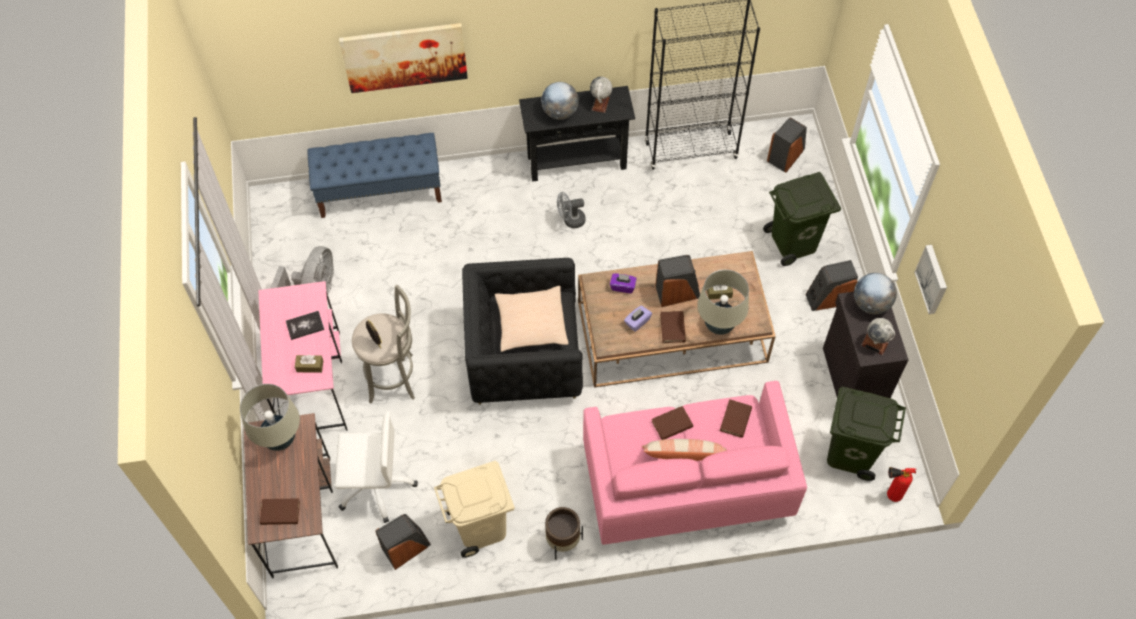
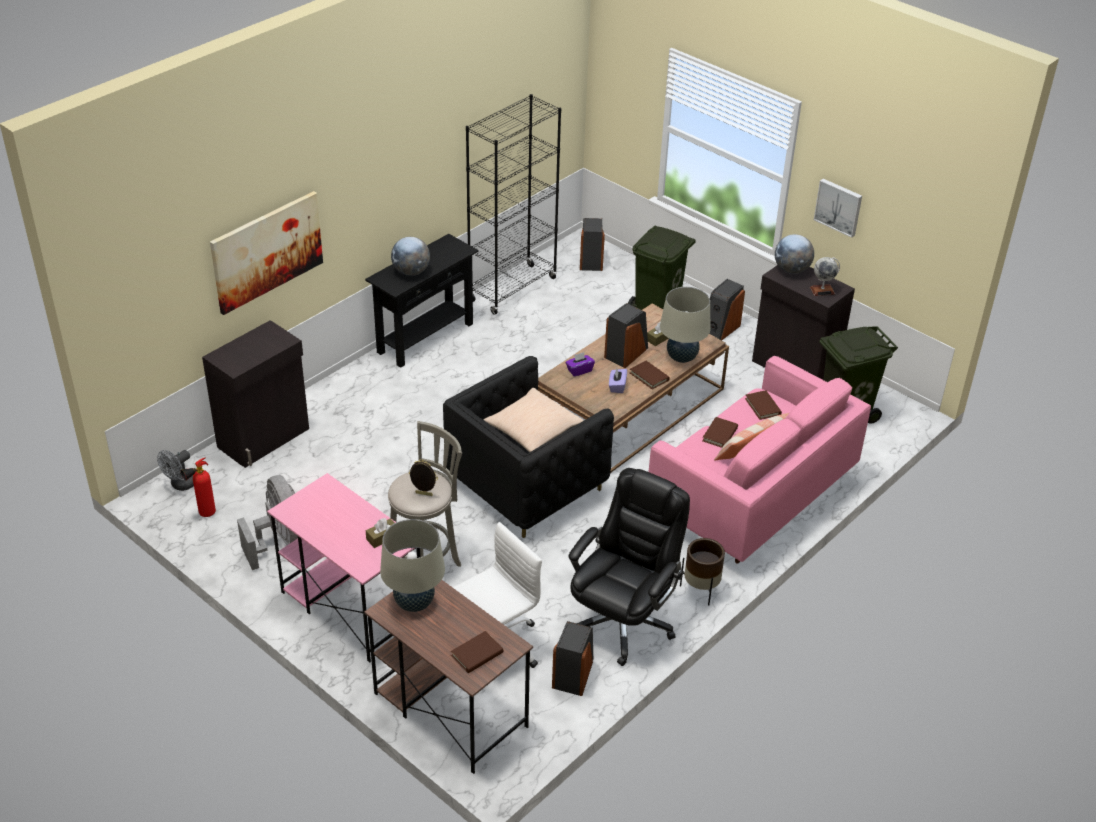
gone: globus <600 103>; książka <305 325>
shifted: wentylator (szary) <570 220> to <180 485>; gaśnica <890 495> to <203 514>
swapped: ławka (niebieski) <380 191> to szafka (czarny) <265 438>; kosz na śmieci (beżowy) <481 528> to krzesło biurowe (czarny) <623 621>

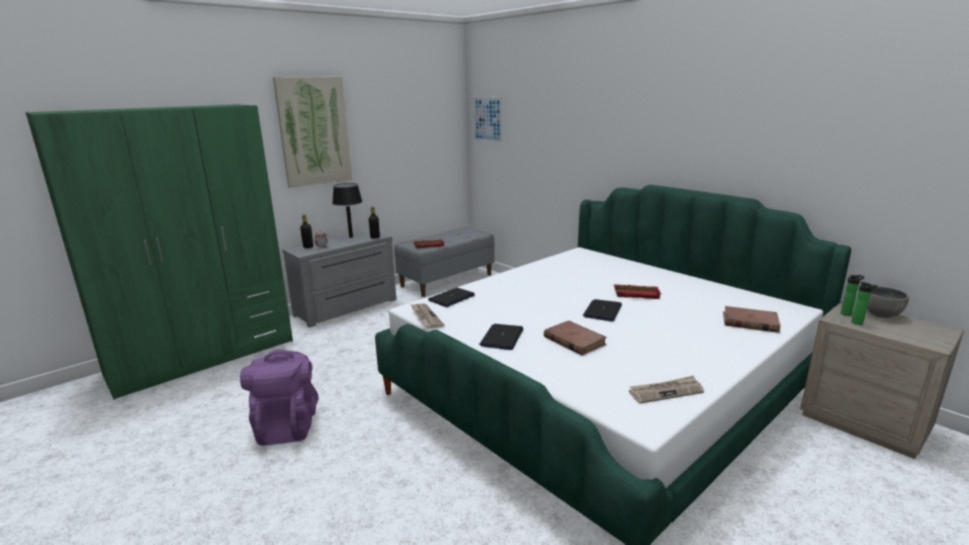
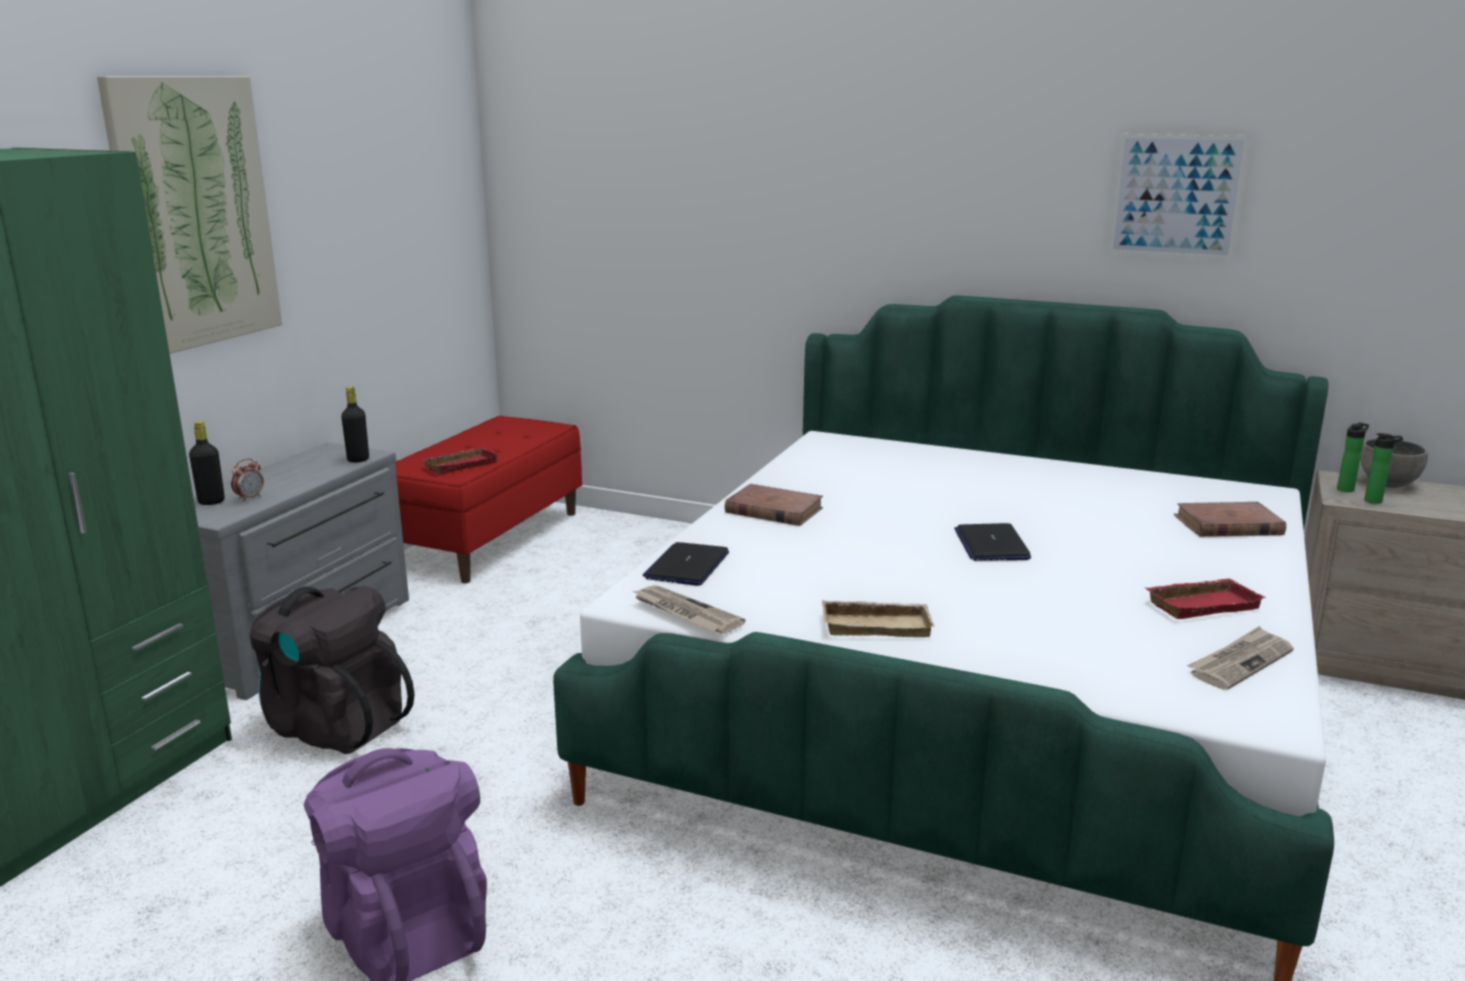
gone: lampa stołowa (czarny) <351 237>
new: plecak (czarny) <334 725>
shifted: obraz <487 119> to <1176 196>; taca (czerwony) <637 294> to <1202 604>; książka (brązowy) <574 340> to <773 510>
swapped: laptop <502 337> to taca (beżowy) <877 625>
repainted: ławka (szary) <447 280> to ławka (czerwony) <488 539>

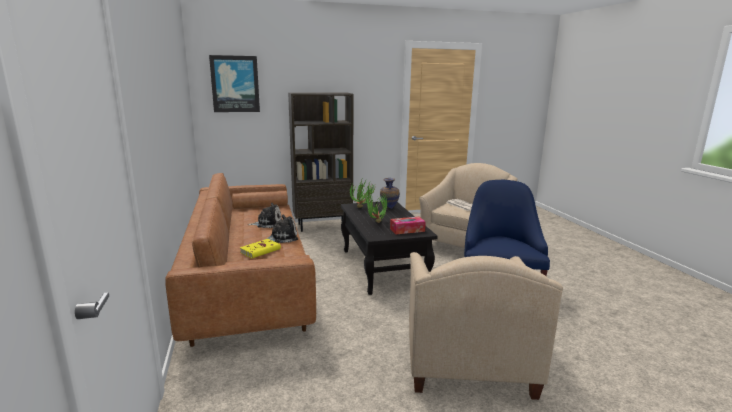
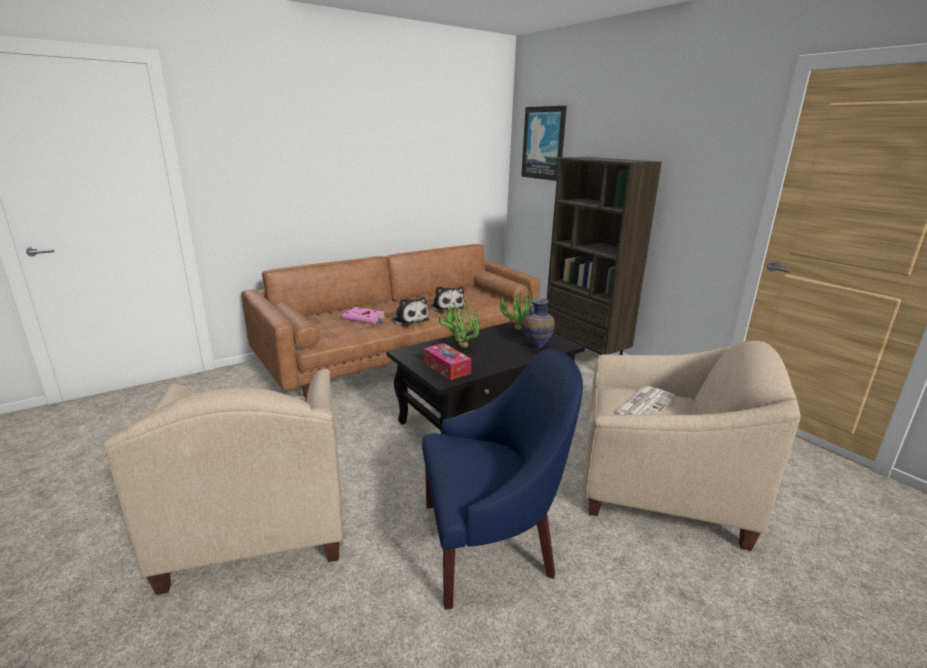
repainted: książka (żółty) <261 250> to książka (różowy) <365 318>
rotated: fotel (beżowy) <466 357> = <258 518> 90 degrees counterclockwise

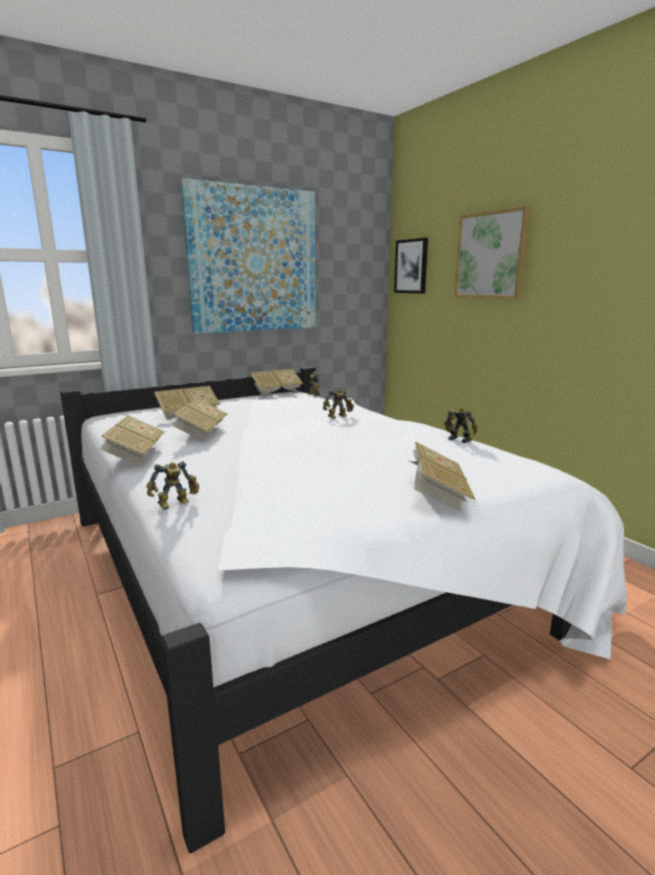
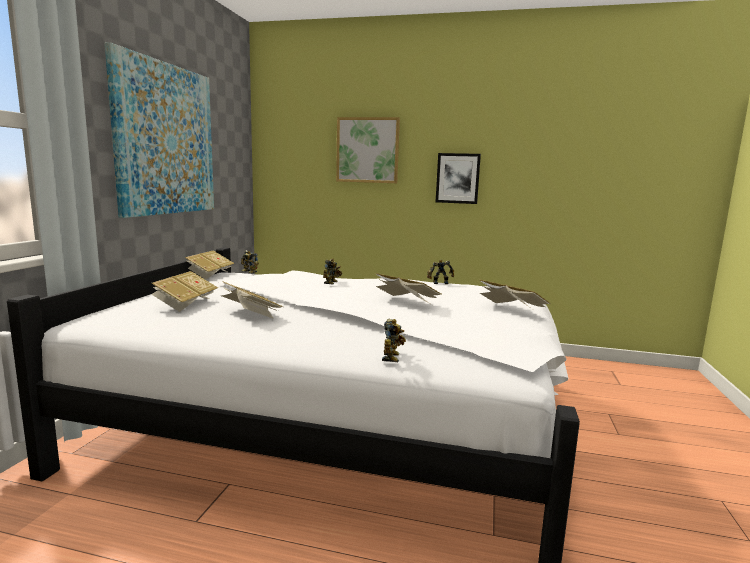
shifted: obraz <411 266> to <457 178>; książka <135 455> to <405 302>

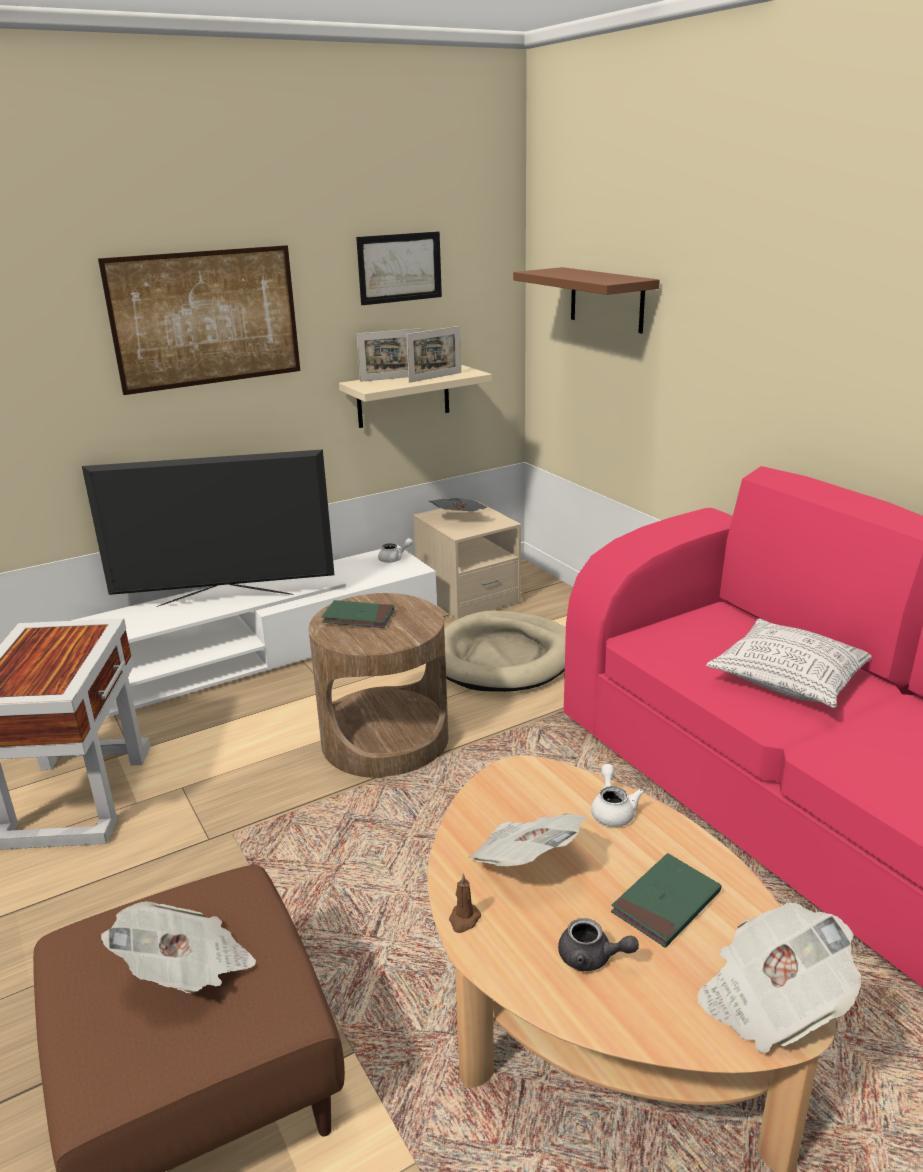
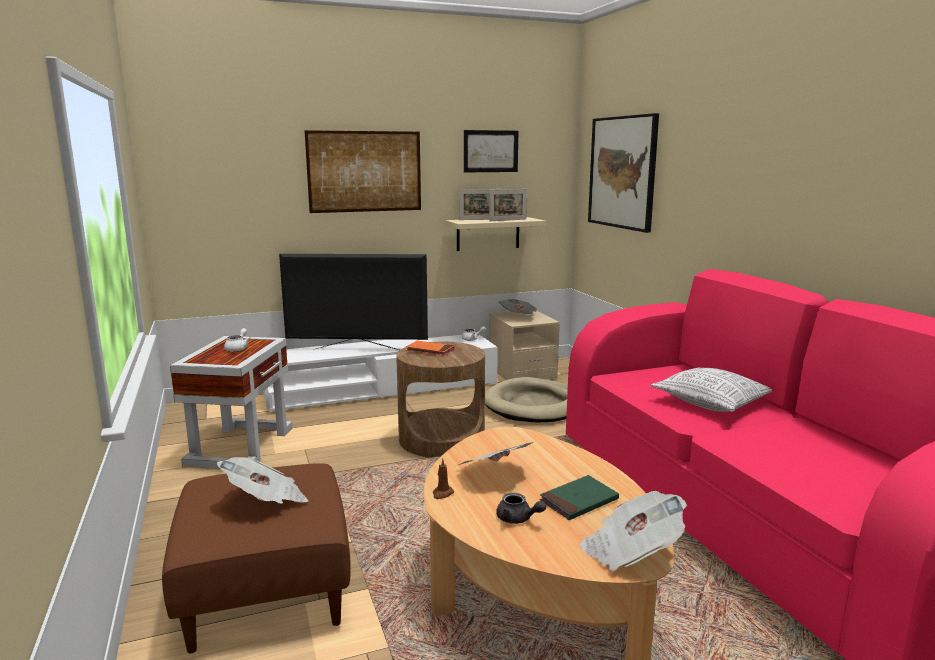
shifted: imbryk (biały) <612 810> to <238 348>
swapped: półka (brązowy) <606 299> to obraz <622 172>
repainted: książka (zielony) <358 617> to książka (pomarańczowy) <430 350>

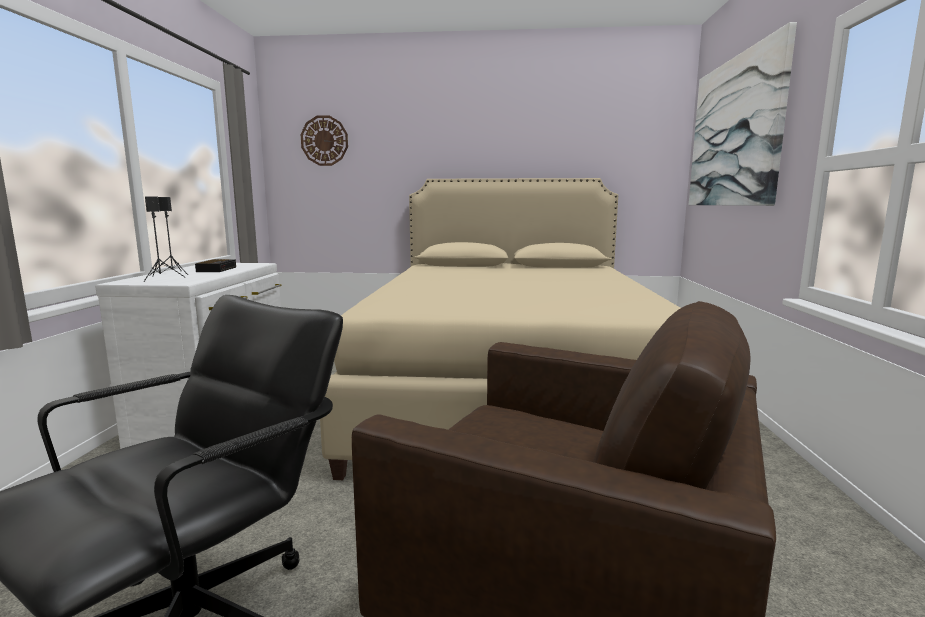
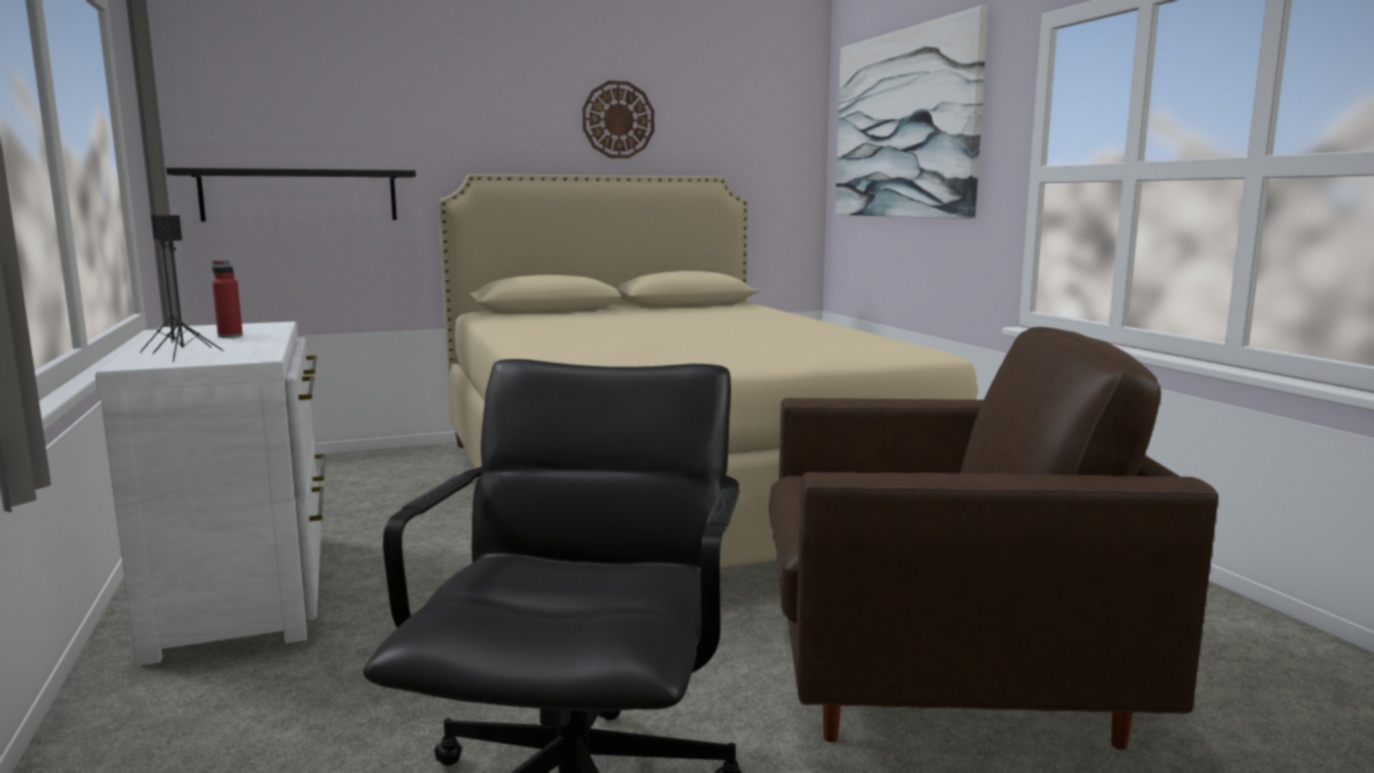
new: półka (czarny) <300 195>
shifted: zegar ścienny <324 140> to <618 120>
swapped: budzik <217 269> to butelka (czerwony) <230 336>

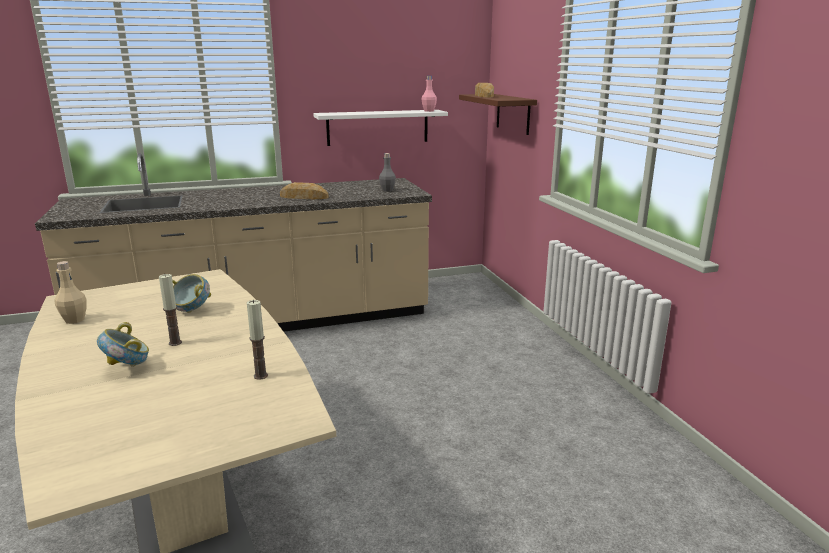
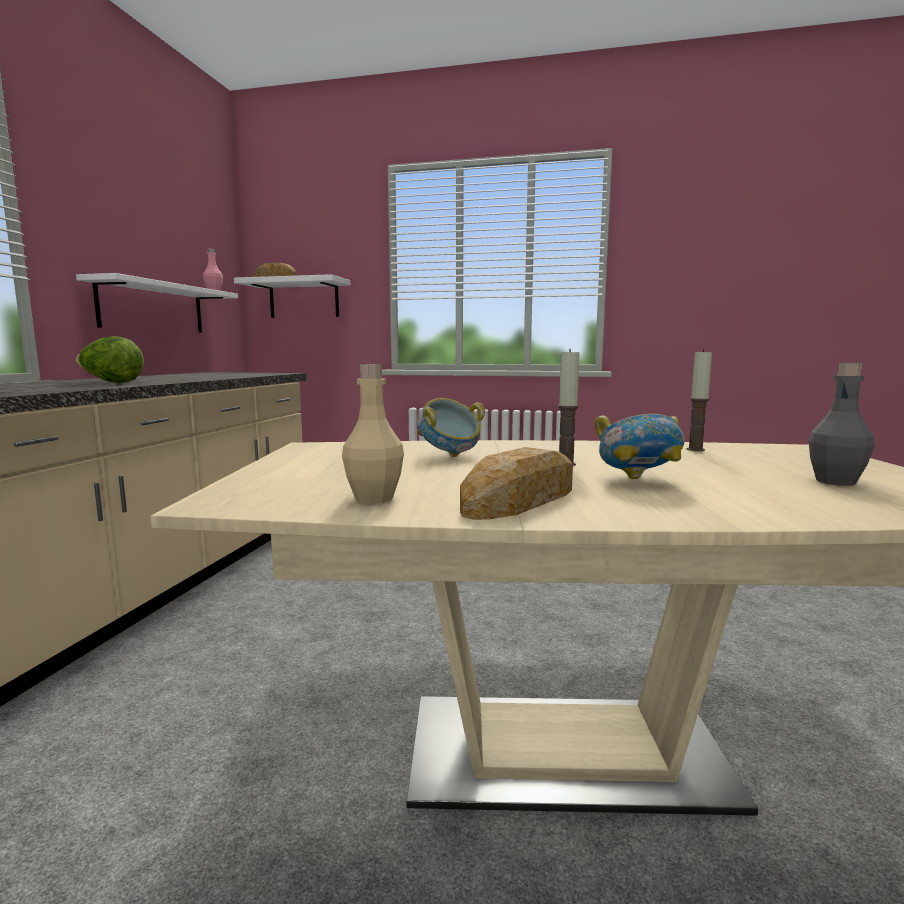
new: sałata <111 383>
shifted: butelka (szary) <387 190> to <835 482>; chleb <304 197> to <522 499>
repainted: półka (brązowy) <513 113> to półka (biały) <304 299>

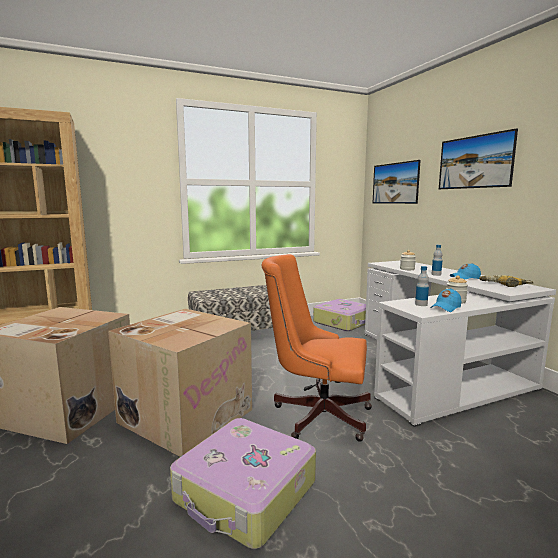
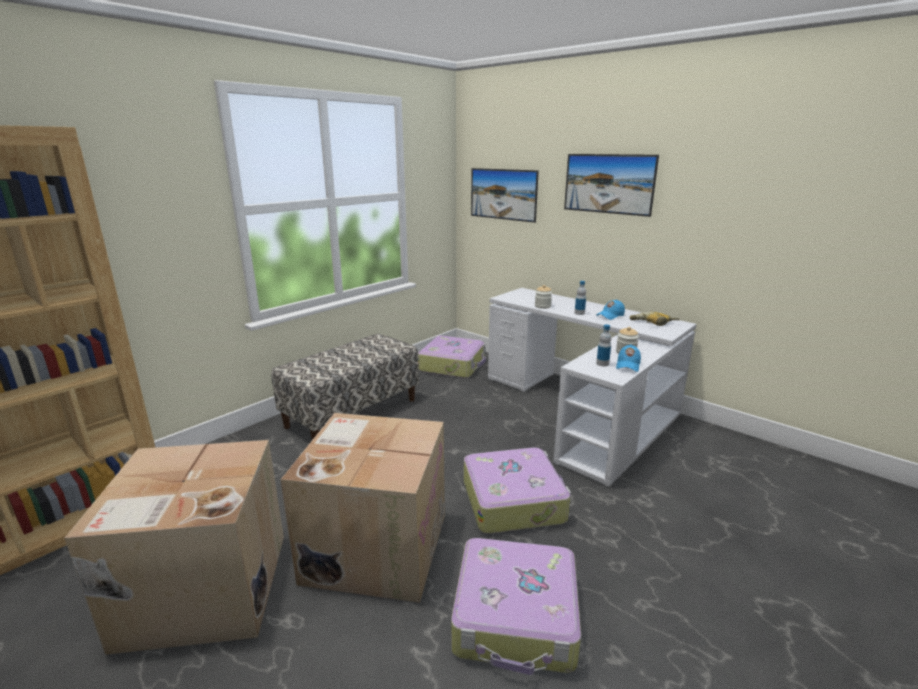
swapped: krzesło biurowe (pomarańczowy) <316 414> to walizka <514 500>

